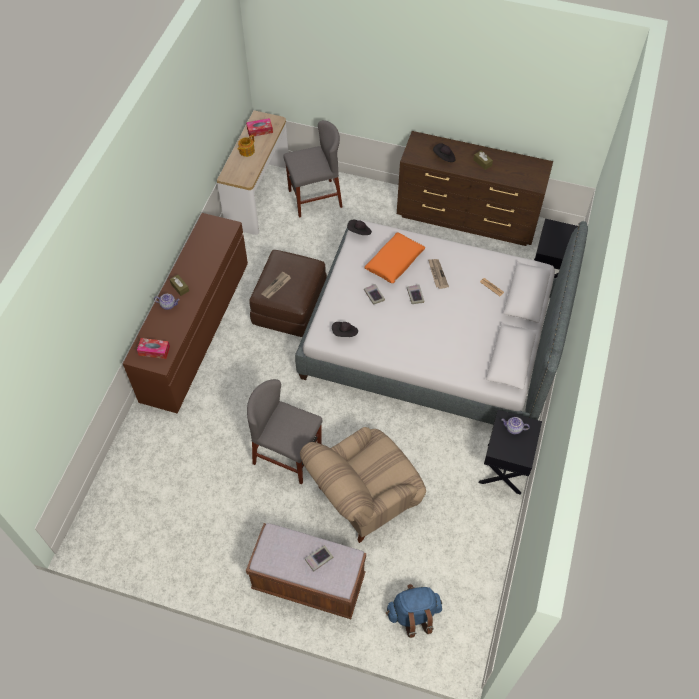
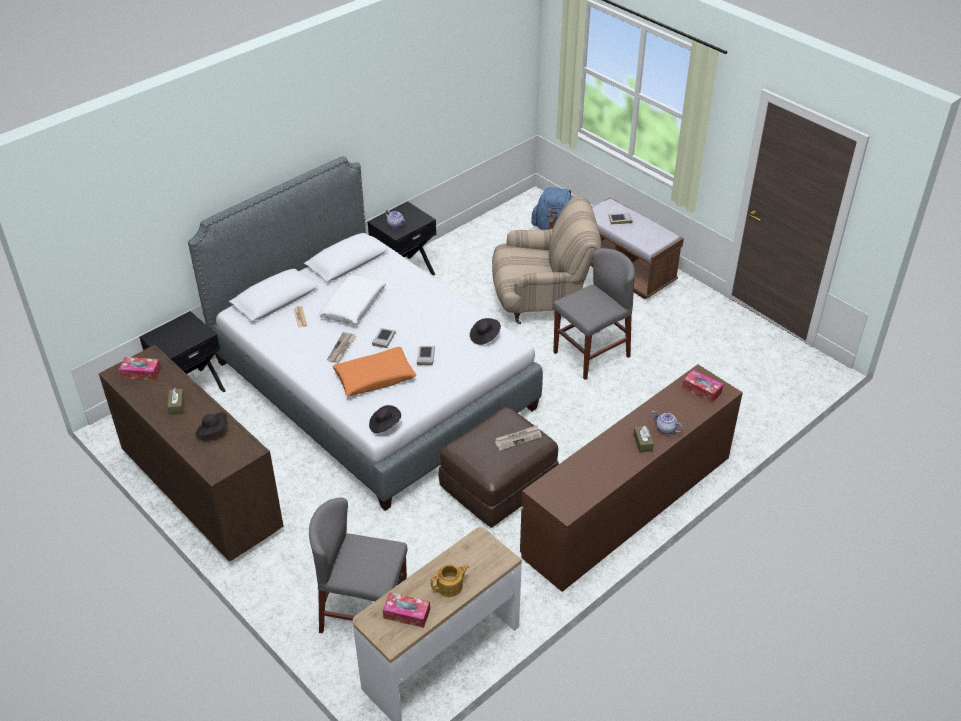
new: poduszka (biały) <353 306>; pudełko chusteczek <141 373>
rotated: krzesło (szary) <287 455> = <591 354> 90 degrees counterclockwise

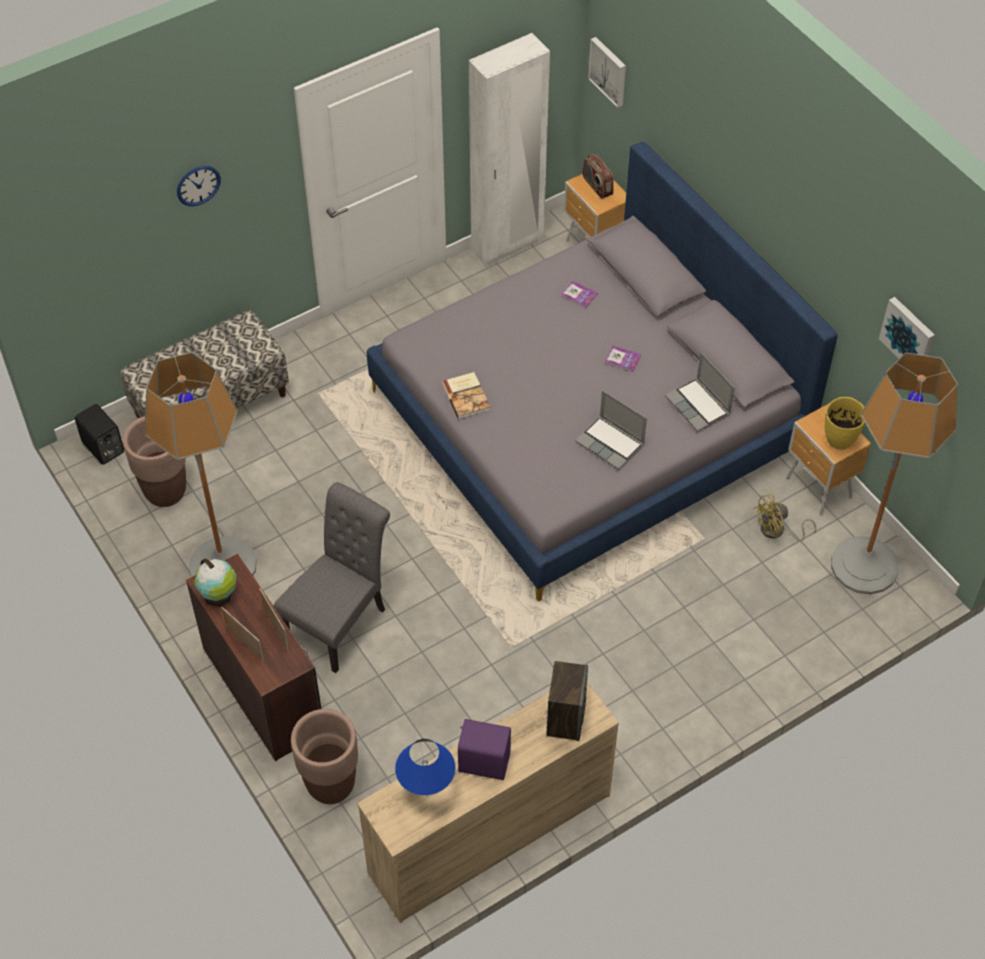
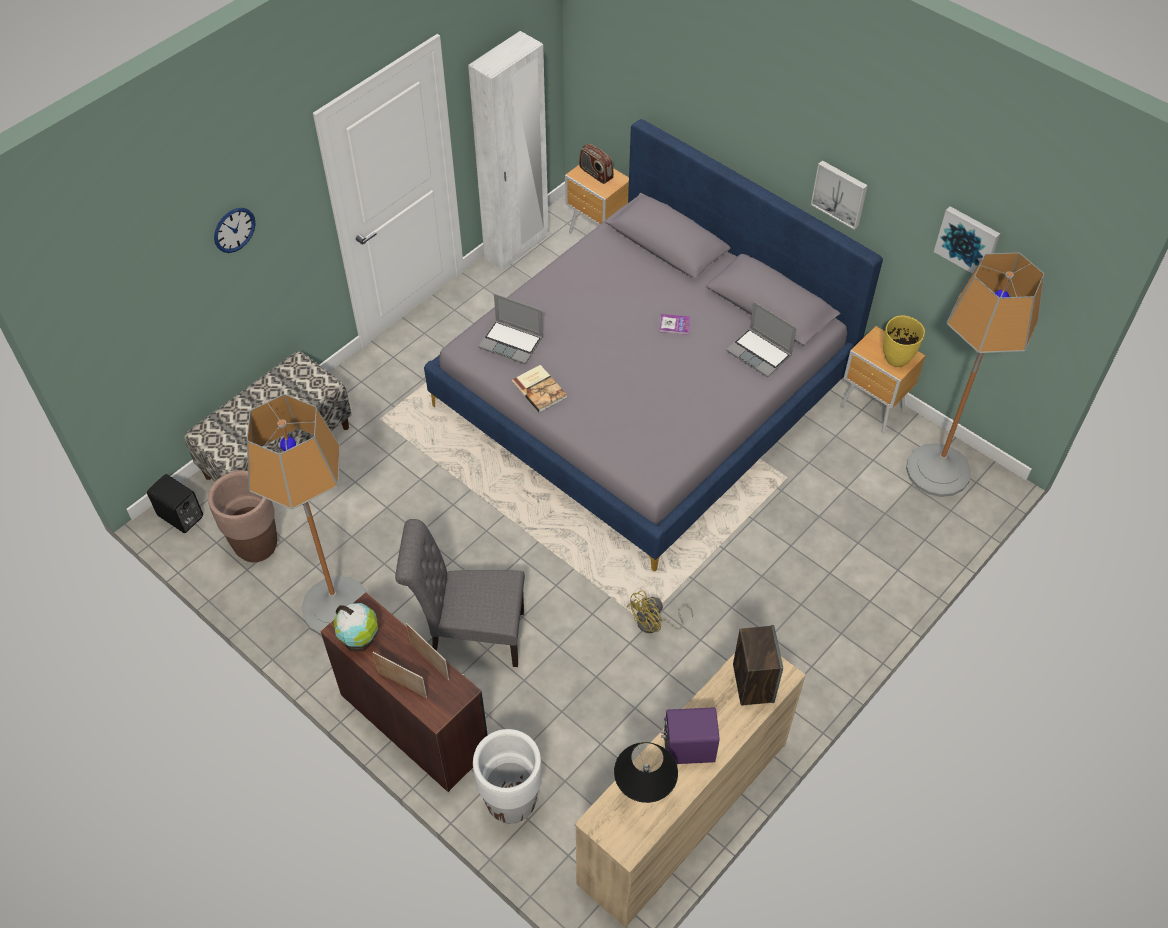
gone: książka <578 295>
shifted: obraz <609 71> to <840 193>; laptop <611 443> to <512 343>; wentylator (żółty) <777 531> to <655 624>
repainted: donica (brązowy) <330 785> to donica (biały) <511 802>; lampa stołowa (niebieski) <427 795> to lampa stołowa (czarny) <643 797>
rotated: krzesło (szary) <340 621> = <470 635> 105 degrees counterclockwise

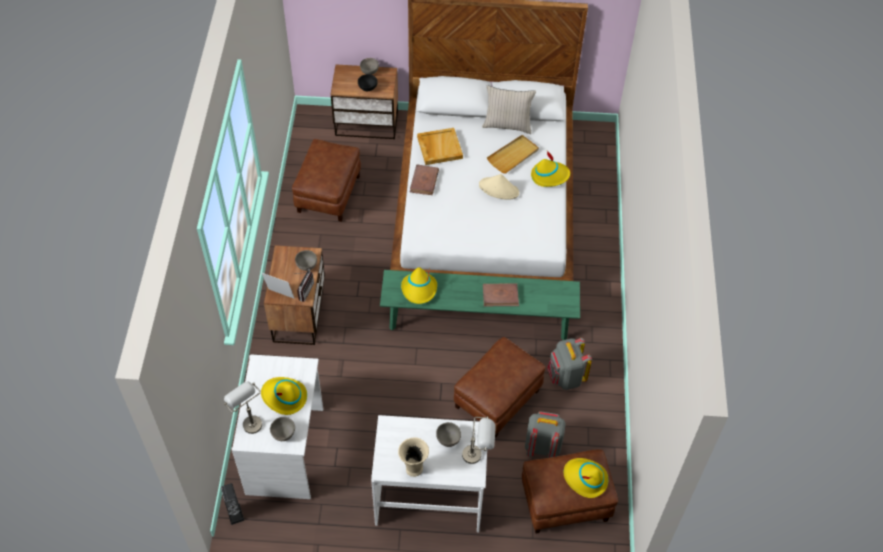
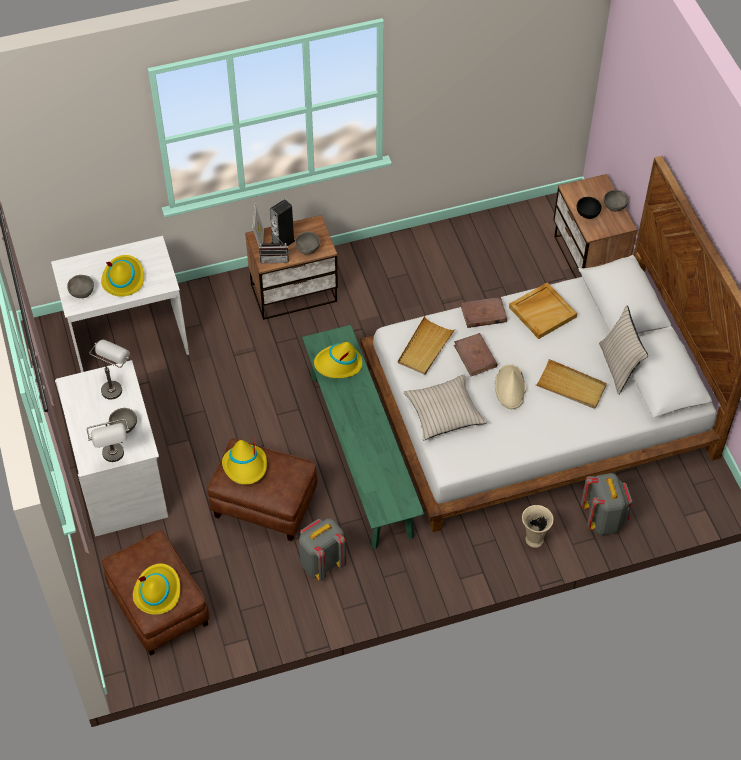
gone: pufa (brązowy) <328 193>
new: taca (beżowy) <425 348>; poduszka (beżowy) <444 412>
shifted: kapelusz (żółty) <549 176> to <245 466>; książka (brązowy) <500 296> to <475 356>; lampa stołowa (szary) <248 421> to <115 385>; plecak (szary) <542 446> to <603 519>; wazon (beżowy) <413 469> to <533 539>; głośnik <235 514> to <283 242>

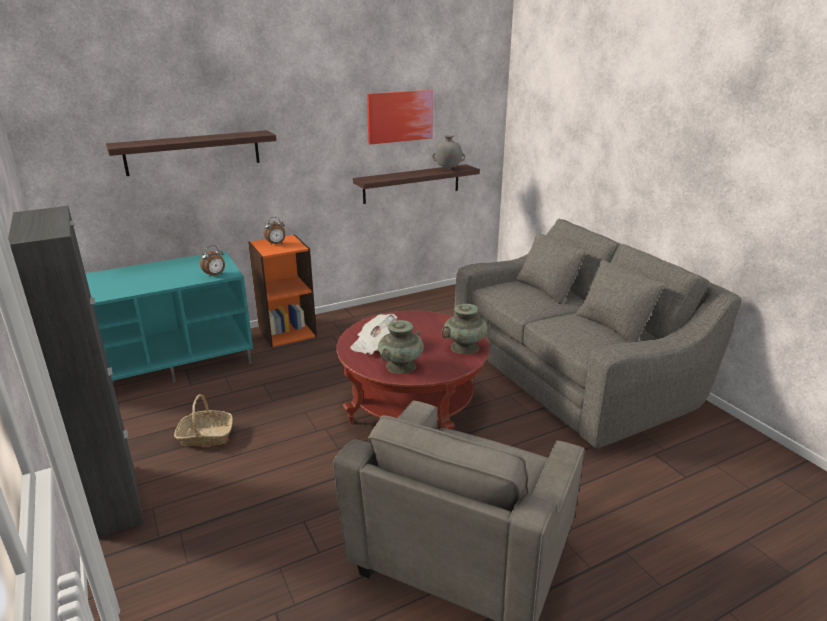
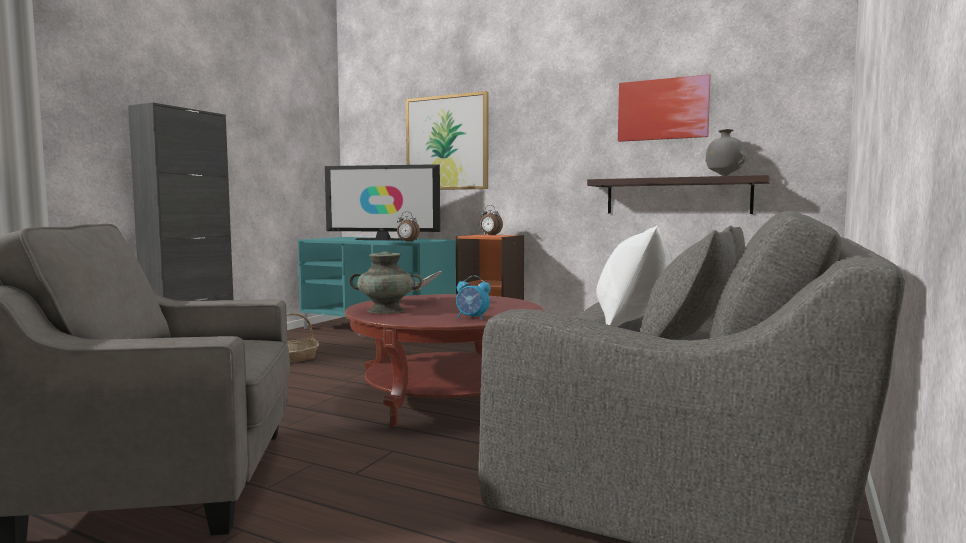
new: telewizor <383 239>; poduszka (biały) <632 321>
swapped: półka <193 152> to obraz <447 143>; wazon (turkusowy) <465 347> to budzik <472 318>

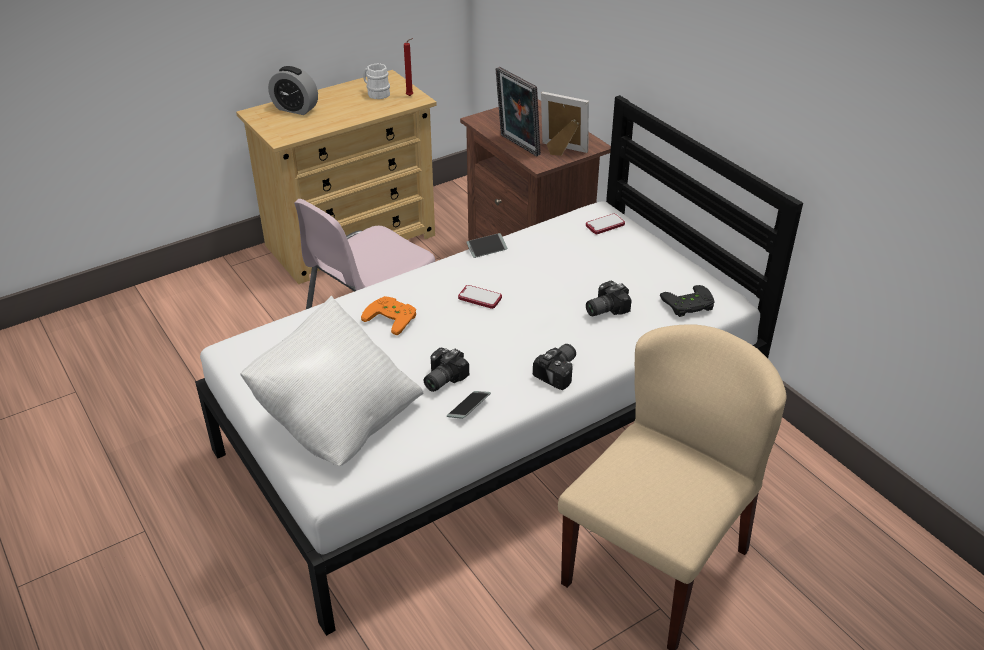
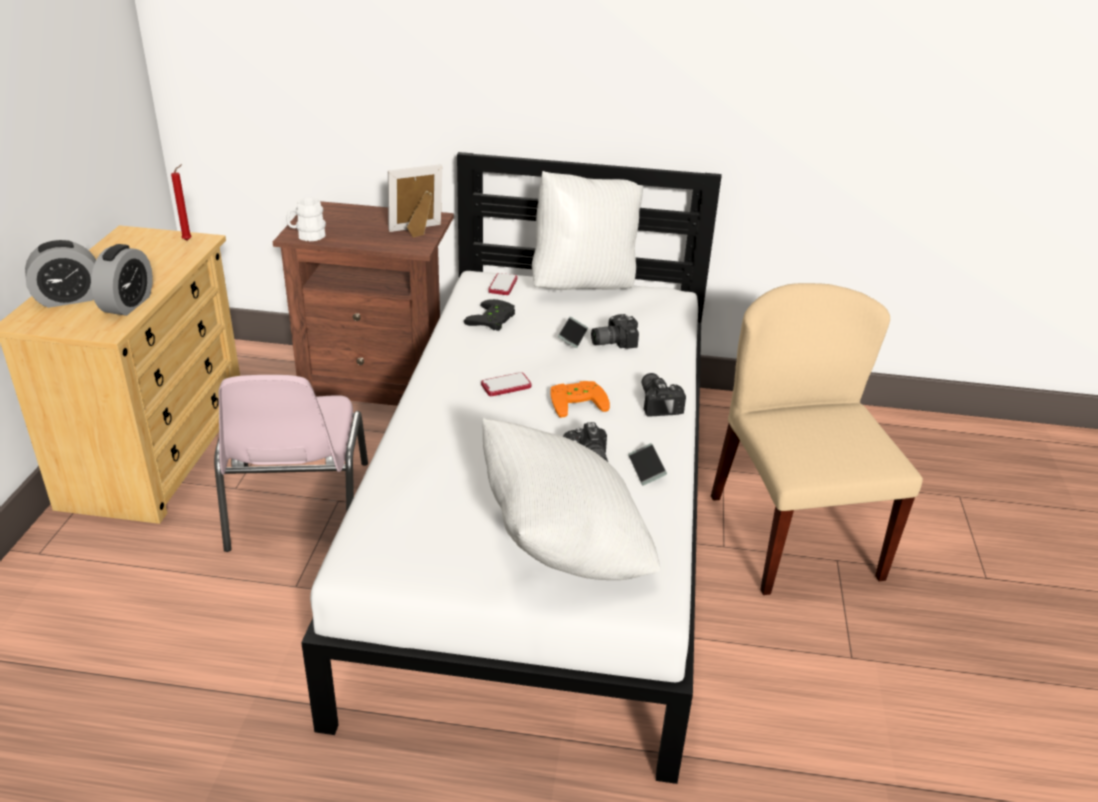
gone: ramka na zdjęcie <517 146>
new: poduszka (biały) <584 285>; budzik <127 304>
shifted: kubek (biały) <376 93> to <307 236>; telefon <487 249> to <573 336>; pad do gier (czarny) <689 305> to <493 320>; pad do gier (pomarańczowy) <393 317> to <577 401>
rotated: aparat fotograficzny <604 308> = <612 341> 60 degrees clockwise

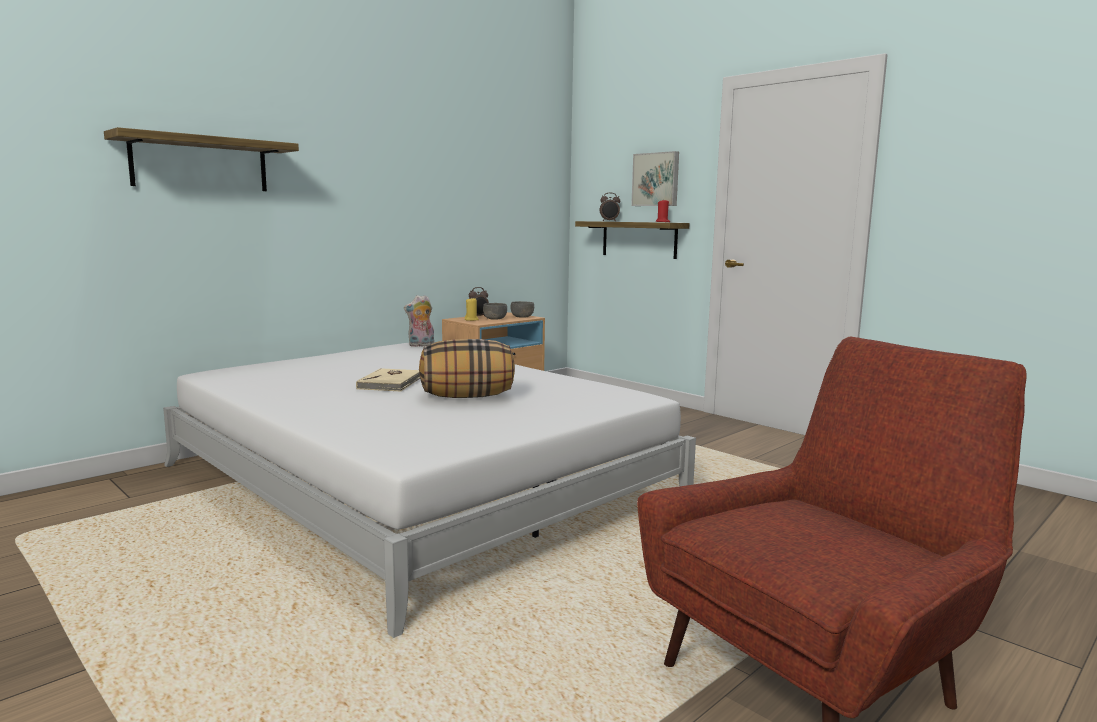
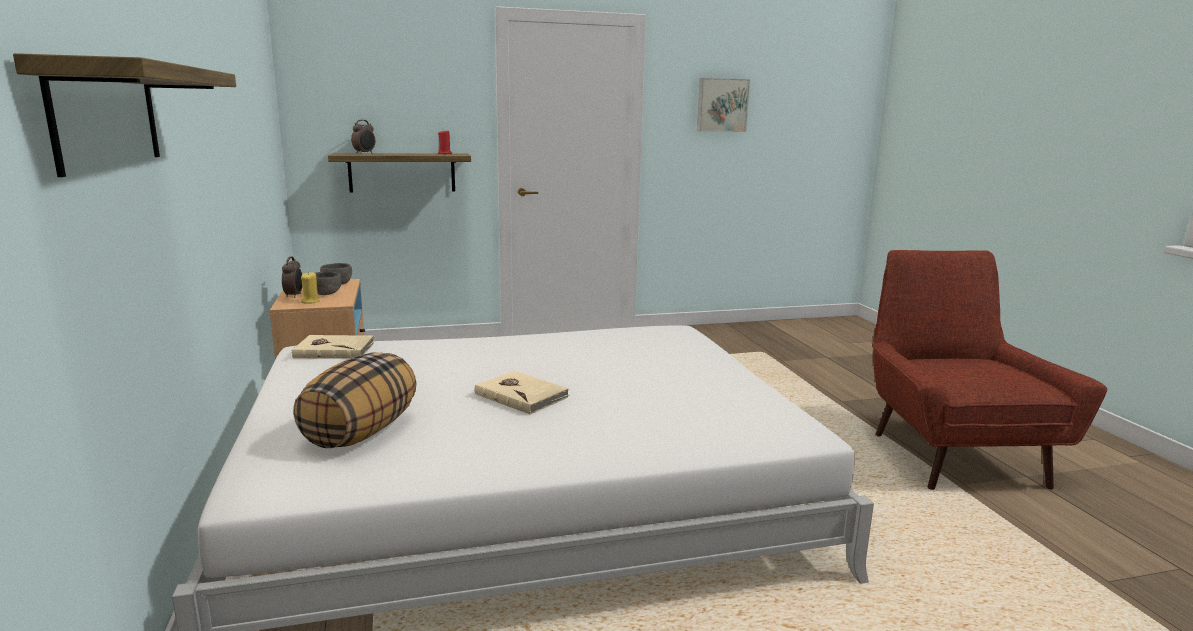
shifted: obraz <656 179> to <721 105>; poduszka <467 396> to <360 432>
swapped: pluszak <421 345> to książka (beżowy) <334 350>

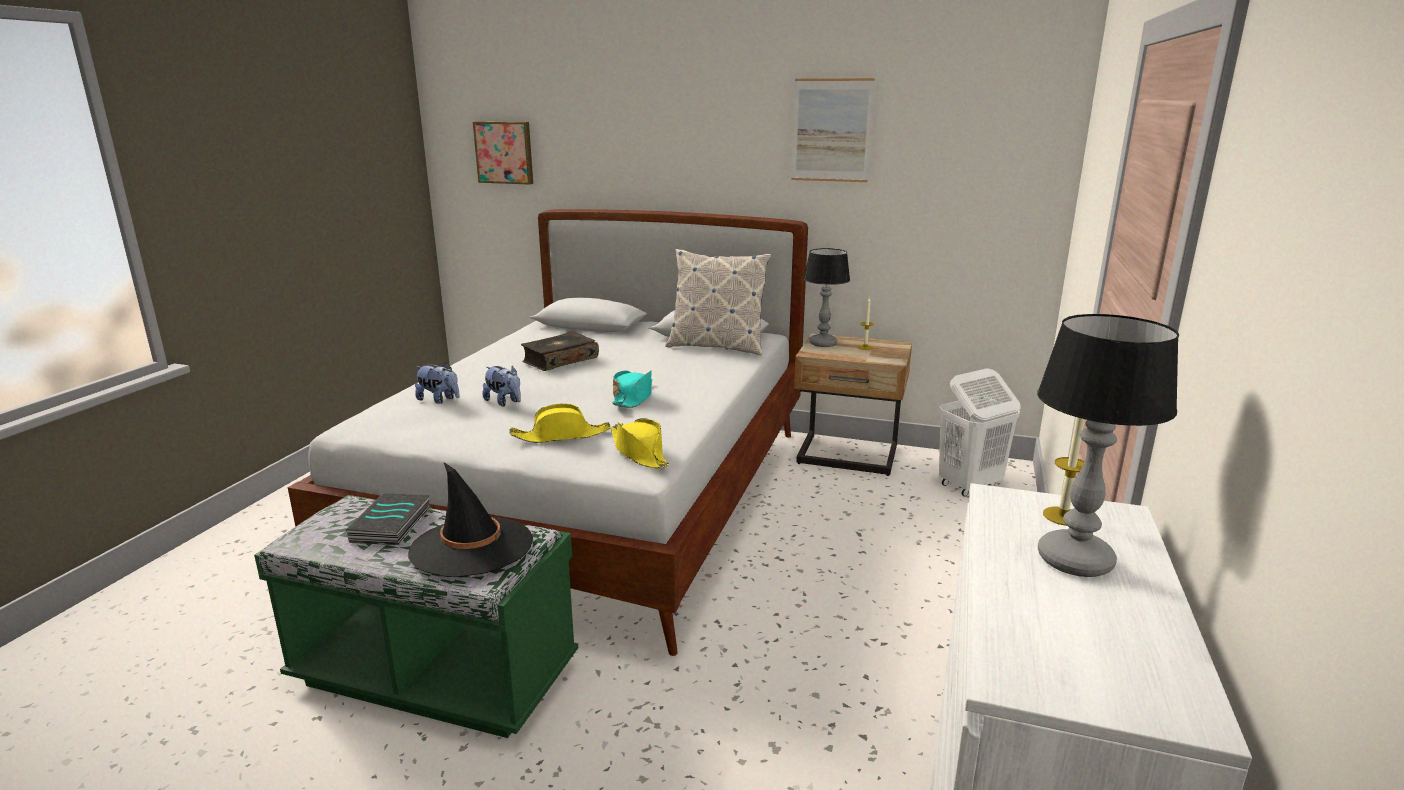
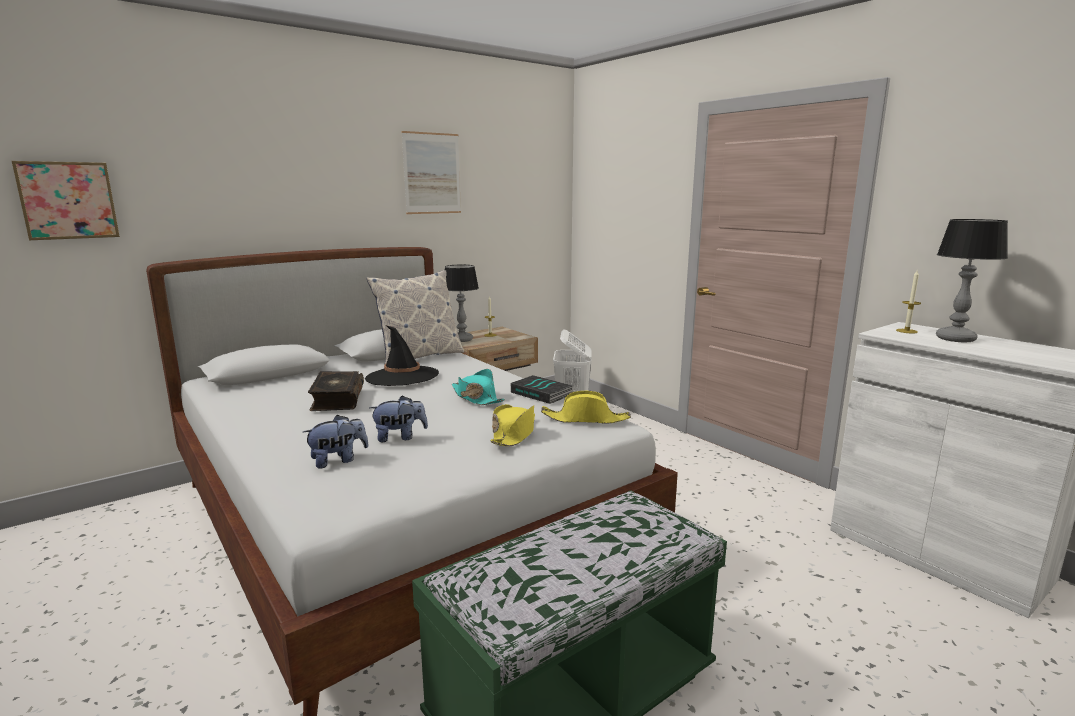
shifted: kapelusz (czarny) <472 547> to <402 376>; książka <392 525> to <542 393>

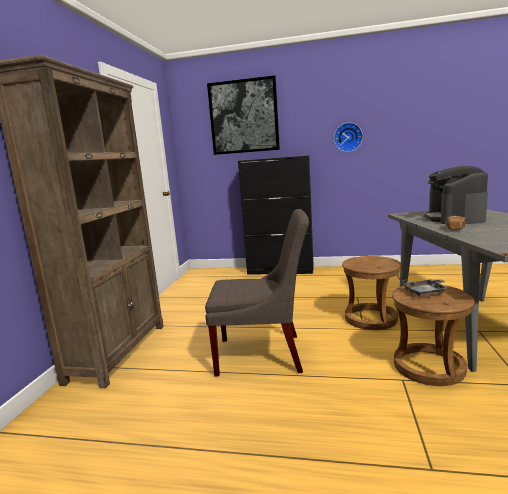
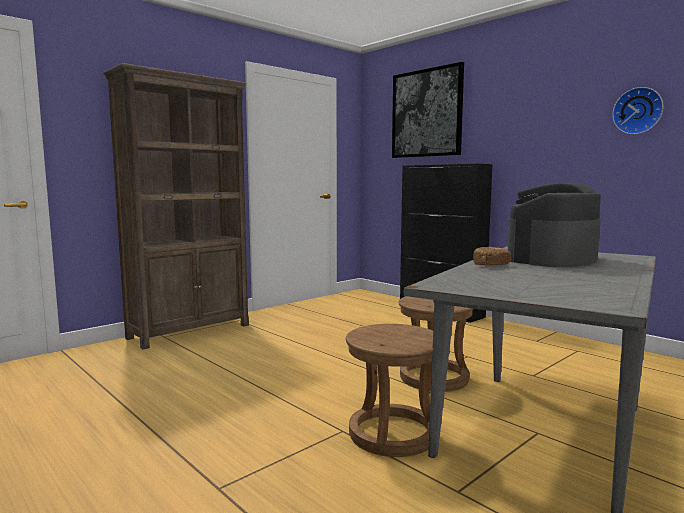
gone: krzesło (szary) <264 354>; taca (szary) <426 292>
shifted: zegar ścienny <348 137> to <638 111>

